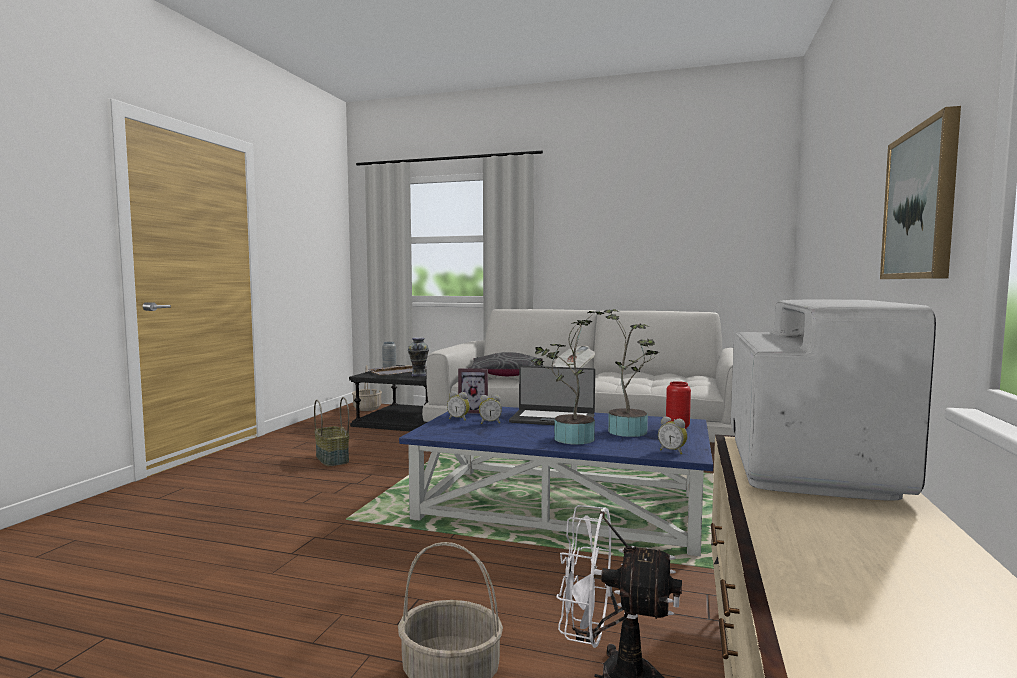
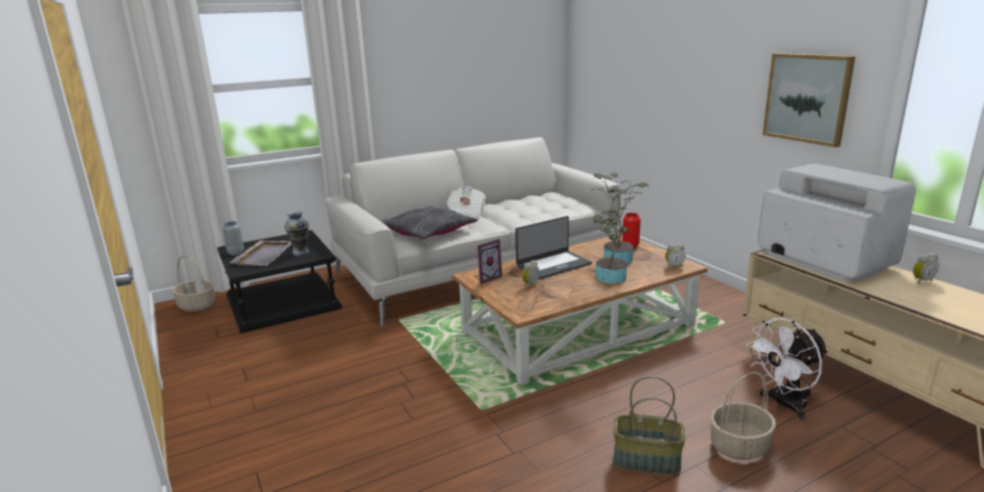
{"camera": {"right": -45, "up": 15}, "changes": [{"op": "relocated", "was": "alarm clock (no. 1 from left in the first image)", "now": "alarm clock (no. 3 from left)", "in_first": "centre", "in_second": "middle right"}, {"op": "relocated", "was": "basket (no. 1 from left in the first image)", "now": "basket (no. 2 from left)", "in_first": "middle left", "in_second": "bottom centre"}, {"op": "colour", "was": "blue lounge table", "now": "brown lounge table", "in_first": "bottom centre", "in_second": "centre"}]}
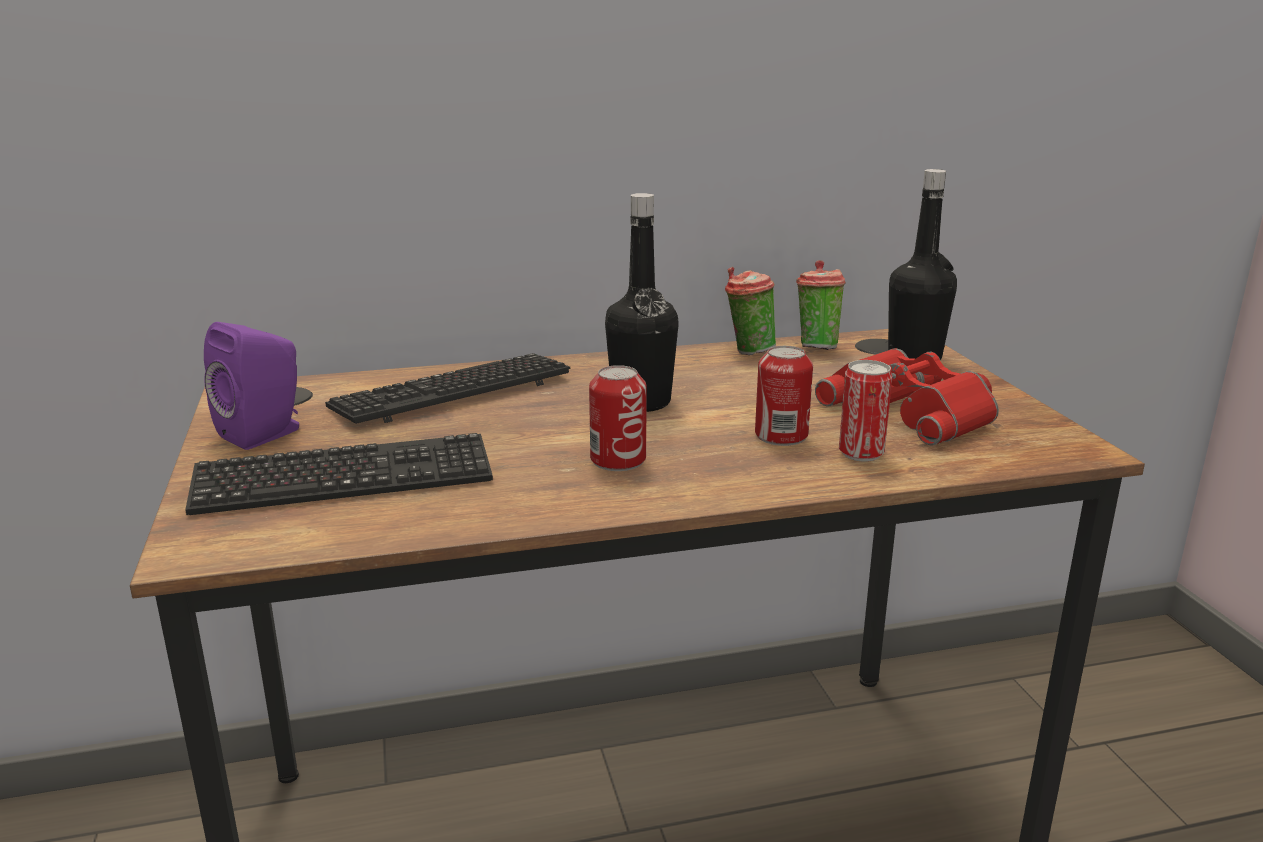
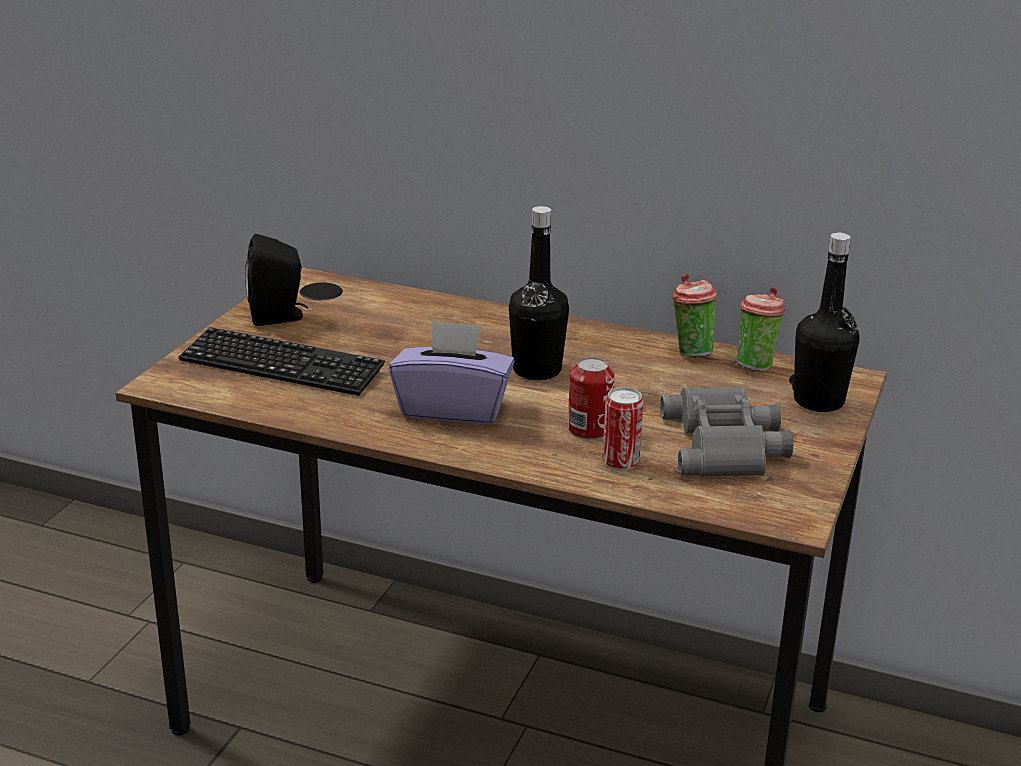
{"camera": {"right": 35, "up": 5}, "changes": [{"op": "colour", "was": "purple-coloured loudspeaker", "now": "blackish loudspeaker", "in_first": "middle left", "in_second": "middle left"}, {"op": "colour", "was": "red-coloured binoculars", "now": "grey binoculars", "in_first": "middle right", "in_second": "middle right"}, {"op": "missing", "was": "keyboard (no. 2 from left)", "in_first": "centre"}, {"op": "exchanged", "was": "sealed can (no. 1 from left)", "now": "purple-coloured tissue holder", "in_first": "centre", "in_second": "centre"}]}
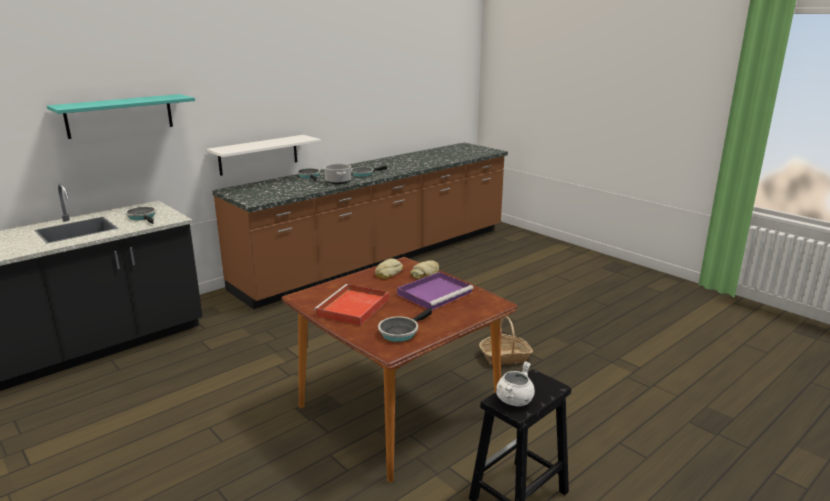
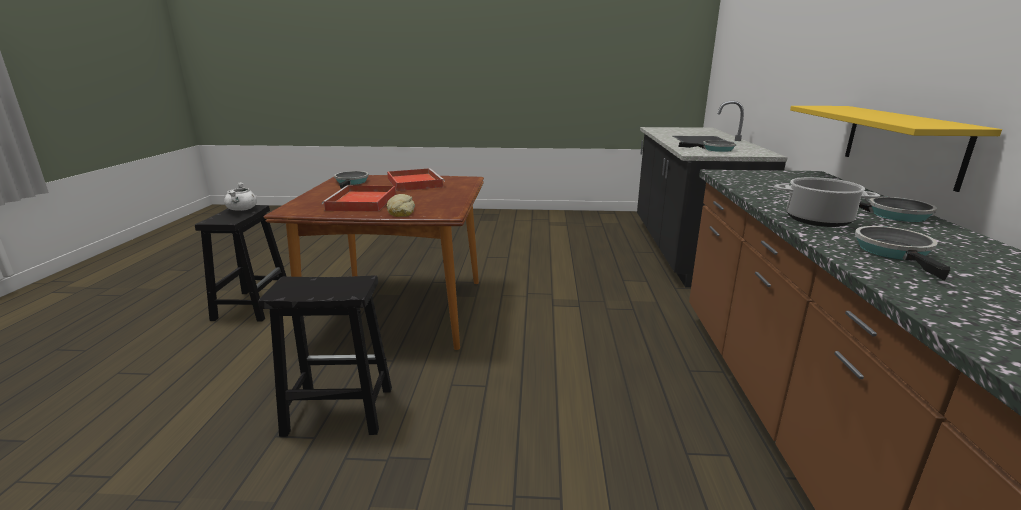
{"camera": {"right": 135, "up": 0}, "changes": [{"op": "missing", "was": "blue-green bracket shelf", "in_first": "top left"}, {"op": "colour", "was": "white bracket shelf", "now": "yellowish bracket shelf", "in_first": "top left", "in_second": "top right"}, {"op": "missing", "was": "bread (no. 1 from left)", "in_first": "centre"}, {"op": "colour", "was": "purple-coloured tray", "now": "red-coloured tray (no. 1 from left)", "in_first": "centre", "in_second": "centre"}, {"op": "exchanged", "was": "basket", "now": "blackish stool (no. 2 from left)", "in_first": "bottom centre", "in_second": "bottom left"}]}
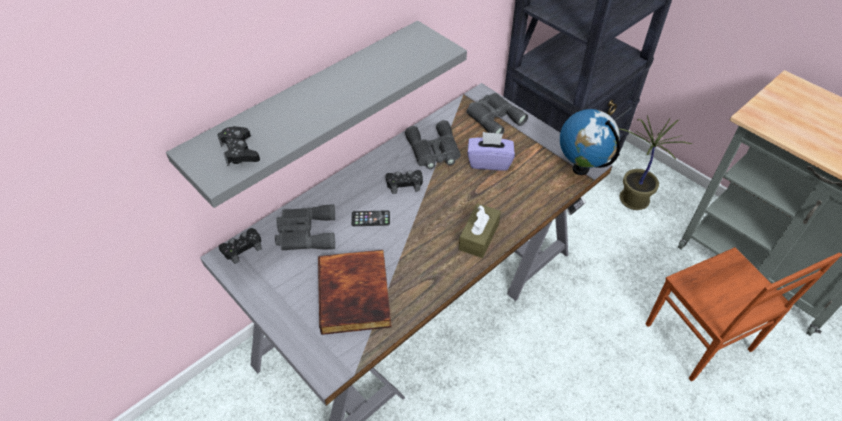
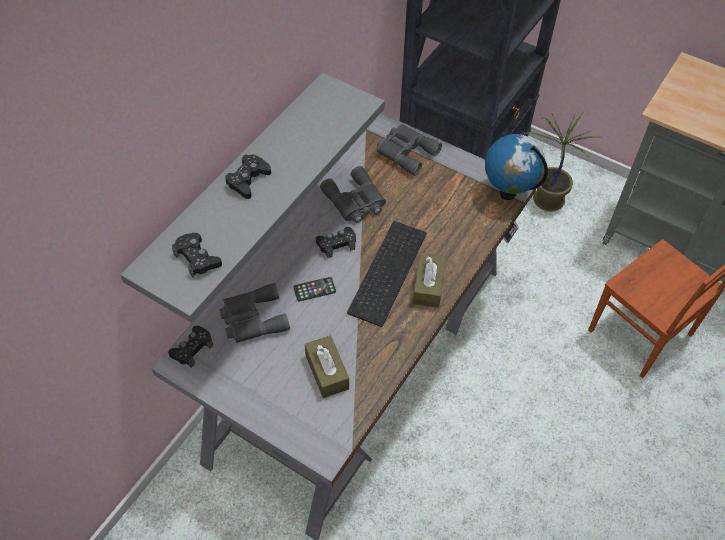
{"camera": {"right": -15, "up": 5}, "changes": [{"op": "missing", "was": "purple-coloured tissue holder", "in_first": "centre"}, {"op": "exchanged", "was": "volume", "now": "brown tissue holder (no. 1 from left)", "in_first": "bottom centre", "in_second": "bottom centre"}, {"op": "appeared", "now": "blackish joypad (no. 3 from left)", "in_second": "top centre"}, {"op": "appeared", "now": "keyboard", "in_second": "centre"}]}
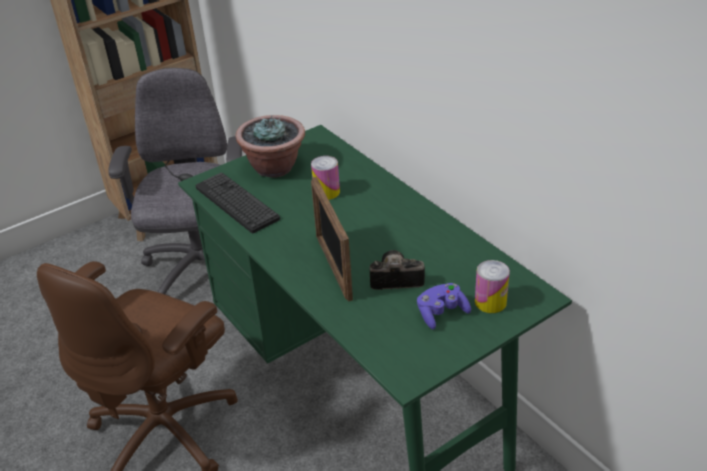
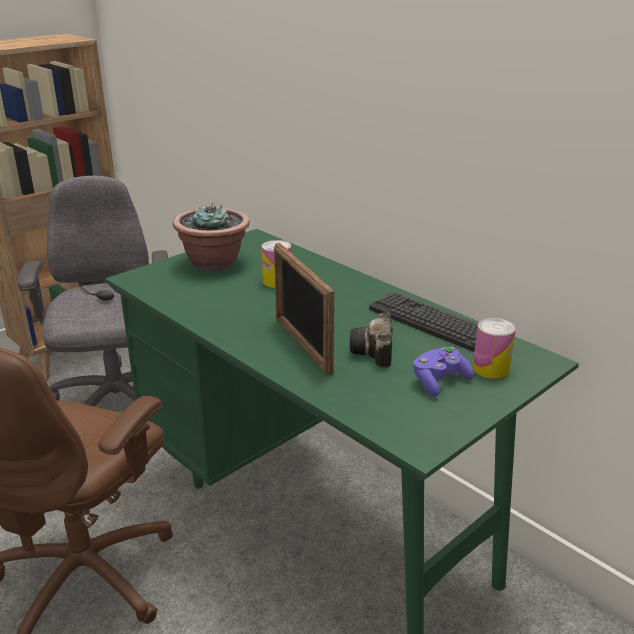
{"camera": {"right": -10, "up": -10}, "changes": [{"op": "relocated", "was": "keyboard", "in_first": "centre", "in_second": "middle right"}, {"op": "spun", "was": "still camera", "in_first": "centre", "in_second": "centre", "clockwise": -75}]}
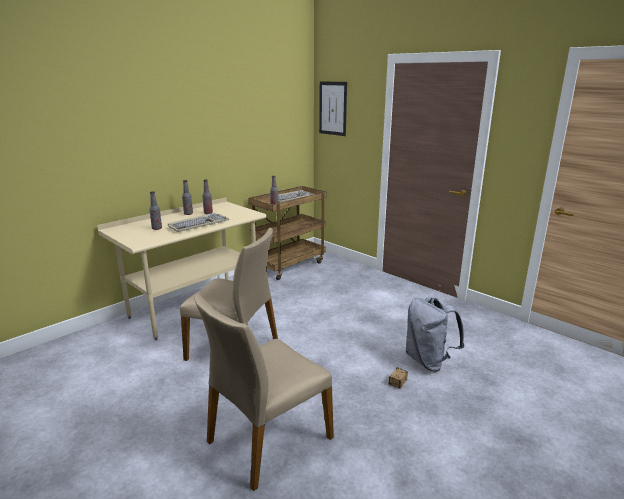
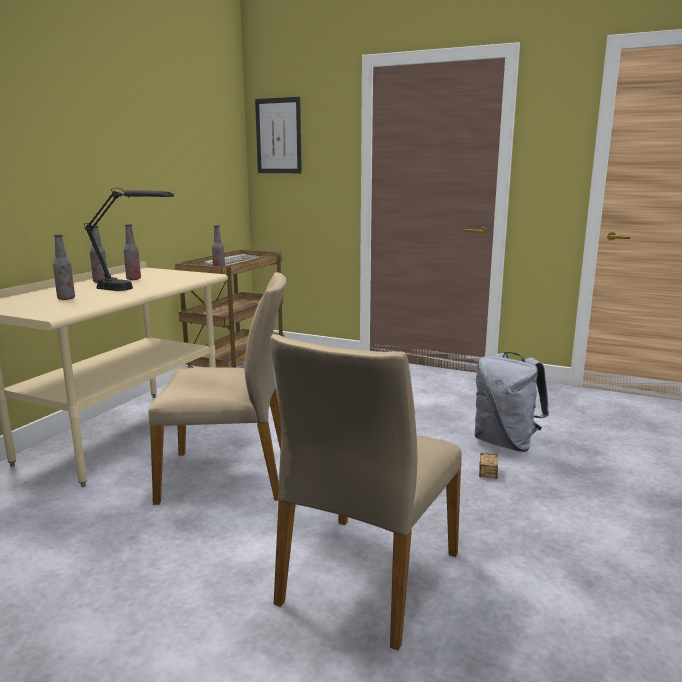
{"camera": {"right": -20, "up": -5}, "changes": [{"op": "exchanged", "was": "keyboard (no. 1 from left)", "now": "blackish tabletop lamp", "in_first": "middle left", "in_second": "middle left"}]}
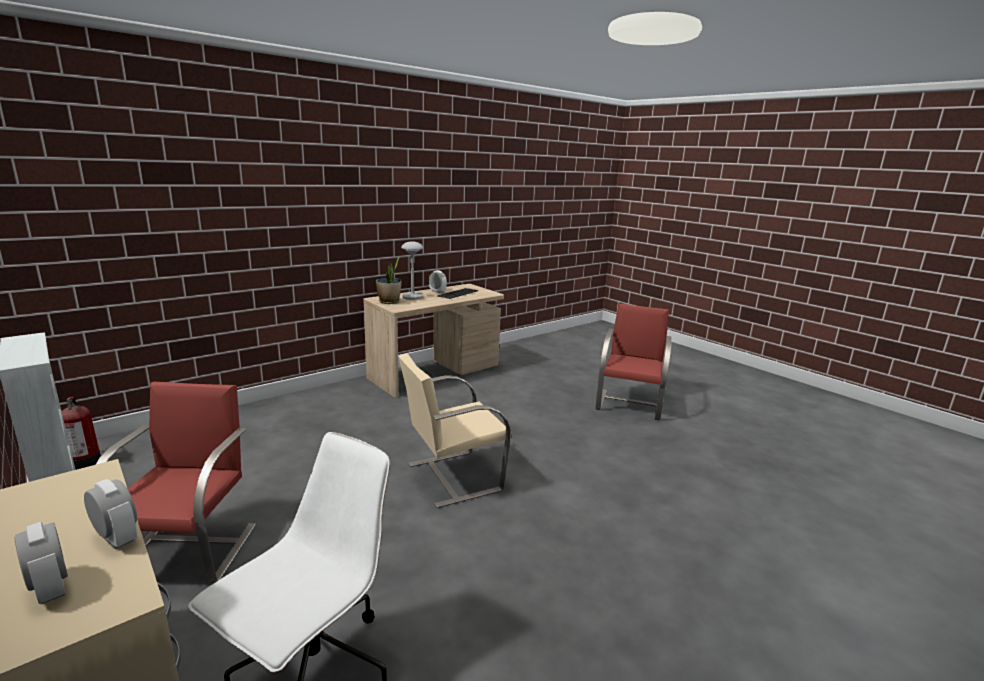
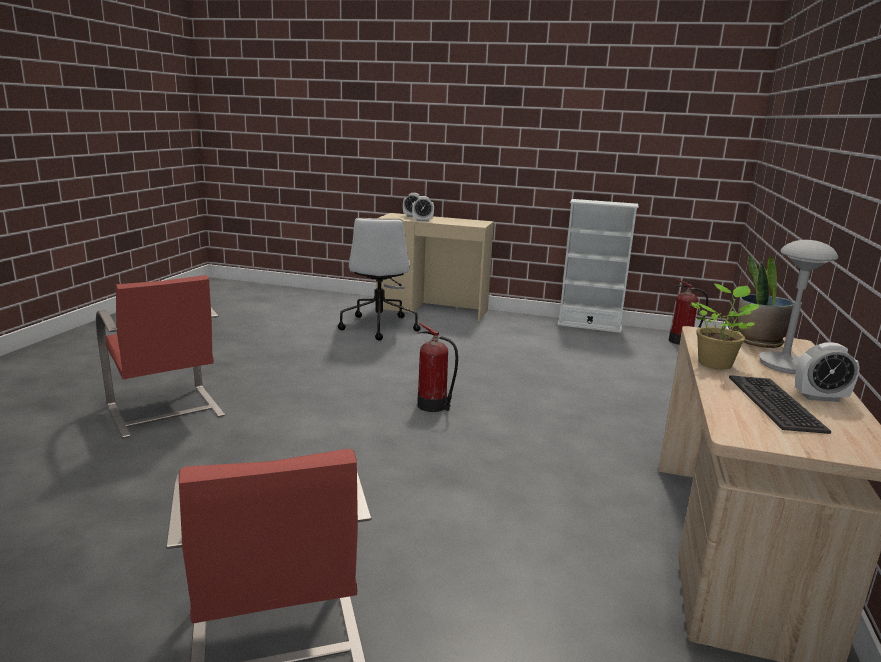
{"camera": {"right": 145, "up": 0}, "changes": [{"op": "exchanged", "was": "beige-coloured chair", "now": "fire extinguisher (no. 1 from left)", "in_first": "centre", "in_second": "centre"}, {"op": "relocated", "was": "red-coloured chair (no. 1 from left)", "in_first": "bottom left", "in_second": "middle left"}, {"op": "appeared", "now": "plant in a pot (no. 1 from left)", "in_second": "middle right"}]}
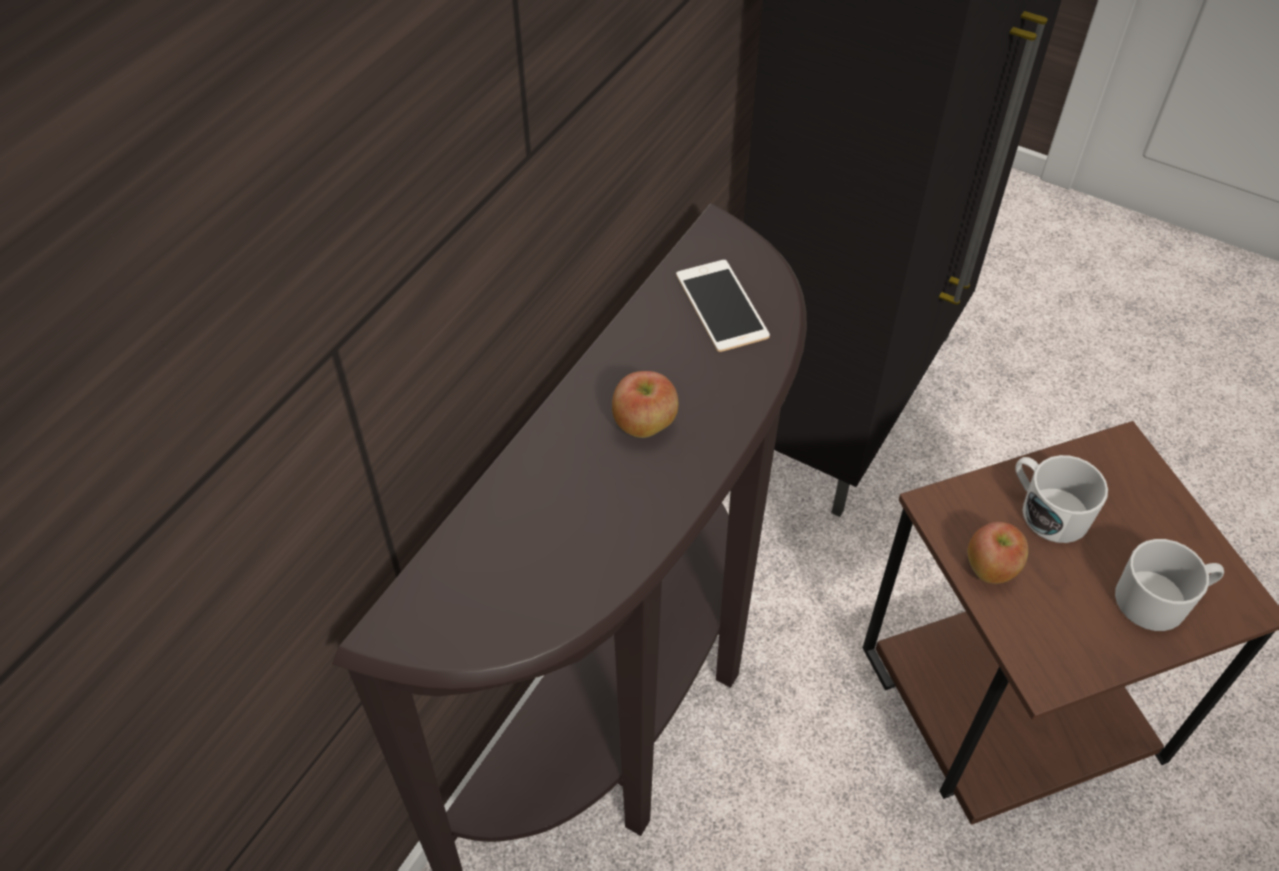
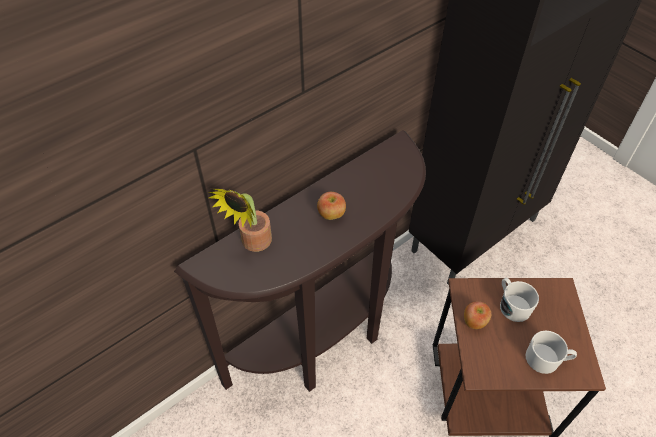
{"camera": {"right": 20, "up": 0}, "changes": [{"op": "missing", "was": "telephone", "in_first": "centre"}, {"op": "appeared", "now": "plant in a pot", "in_second": "centre"}]}
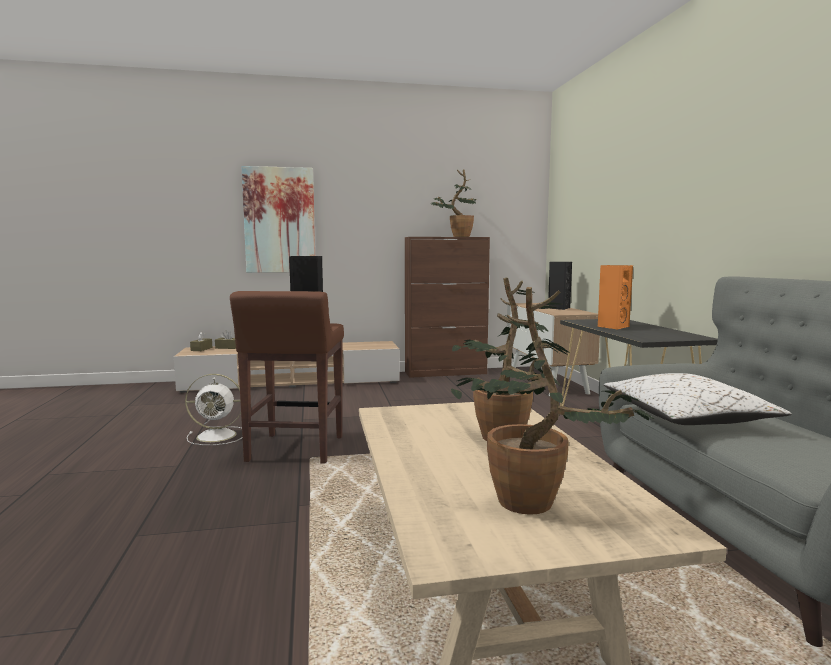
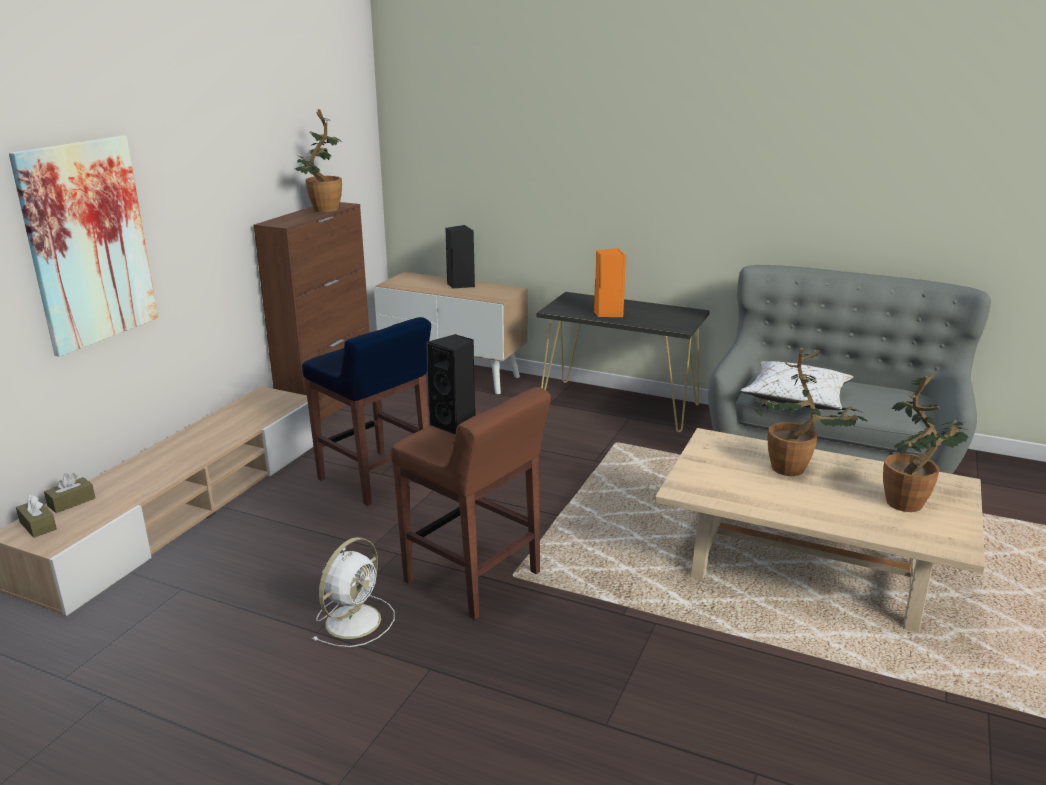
{"camera": {"right": -55, "up": 15}, "changes": [{"op": "appeared", "now": "blue stool", "in_second": "centre"}]}
